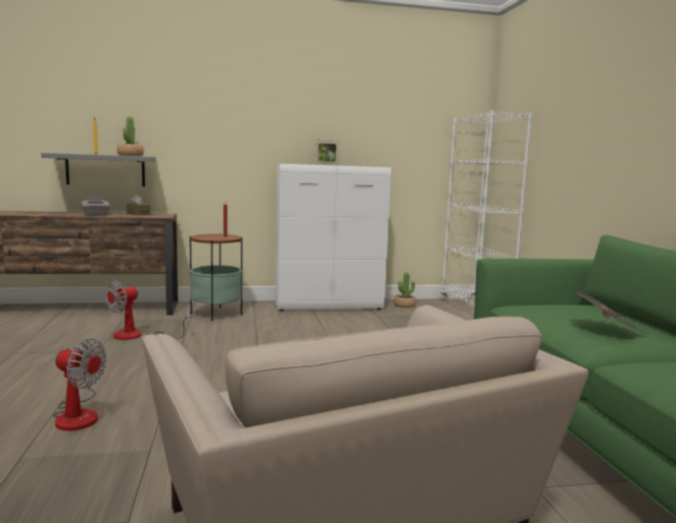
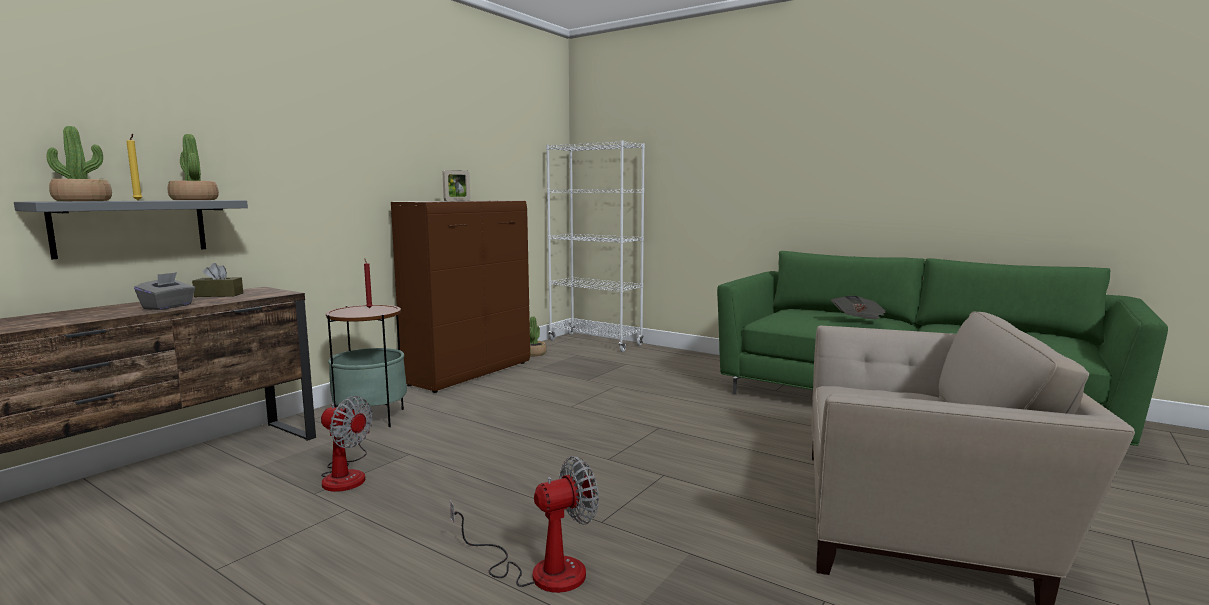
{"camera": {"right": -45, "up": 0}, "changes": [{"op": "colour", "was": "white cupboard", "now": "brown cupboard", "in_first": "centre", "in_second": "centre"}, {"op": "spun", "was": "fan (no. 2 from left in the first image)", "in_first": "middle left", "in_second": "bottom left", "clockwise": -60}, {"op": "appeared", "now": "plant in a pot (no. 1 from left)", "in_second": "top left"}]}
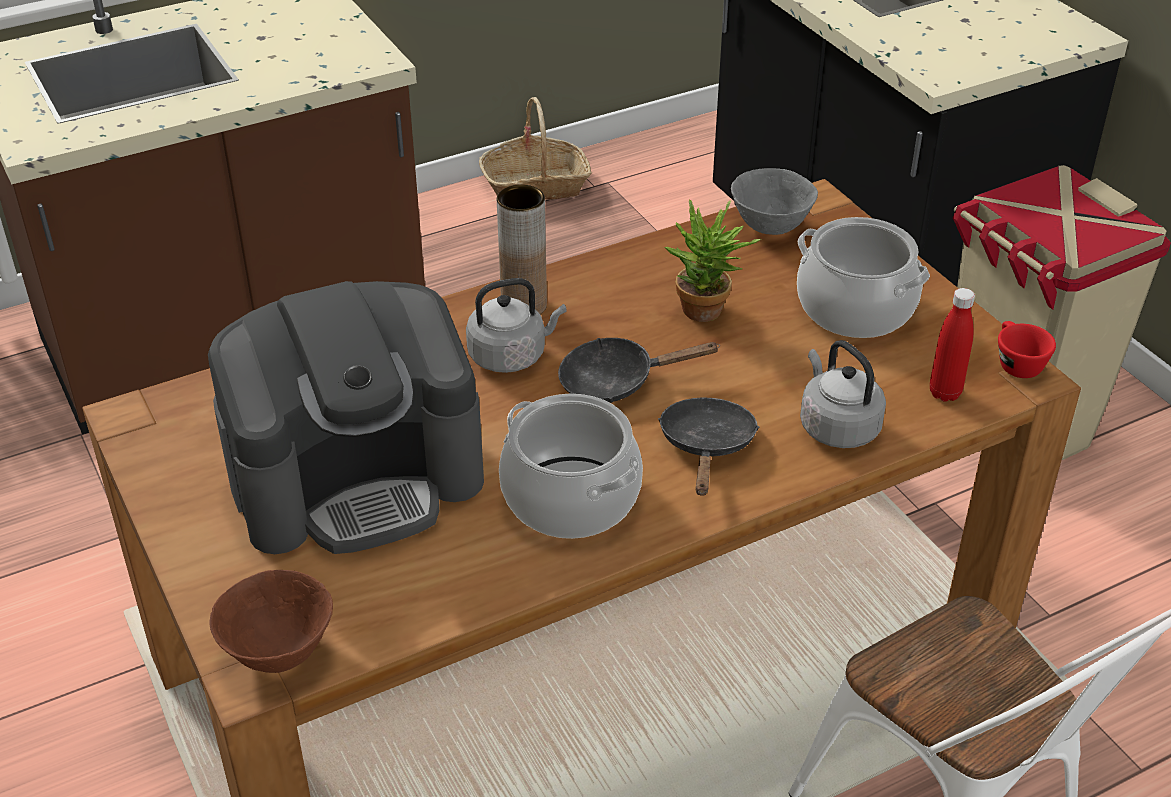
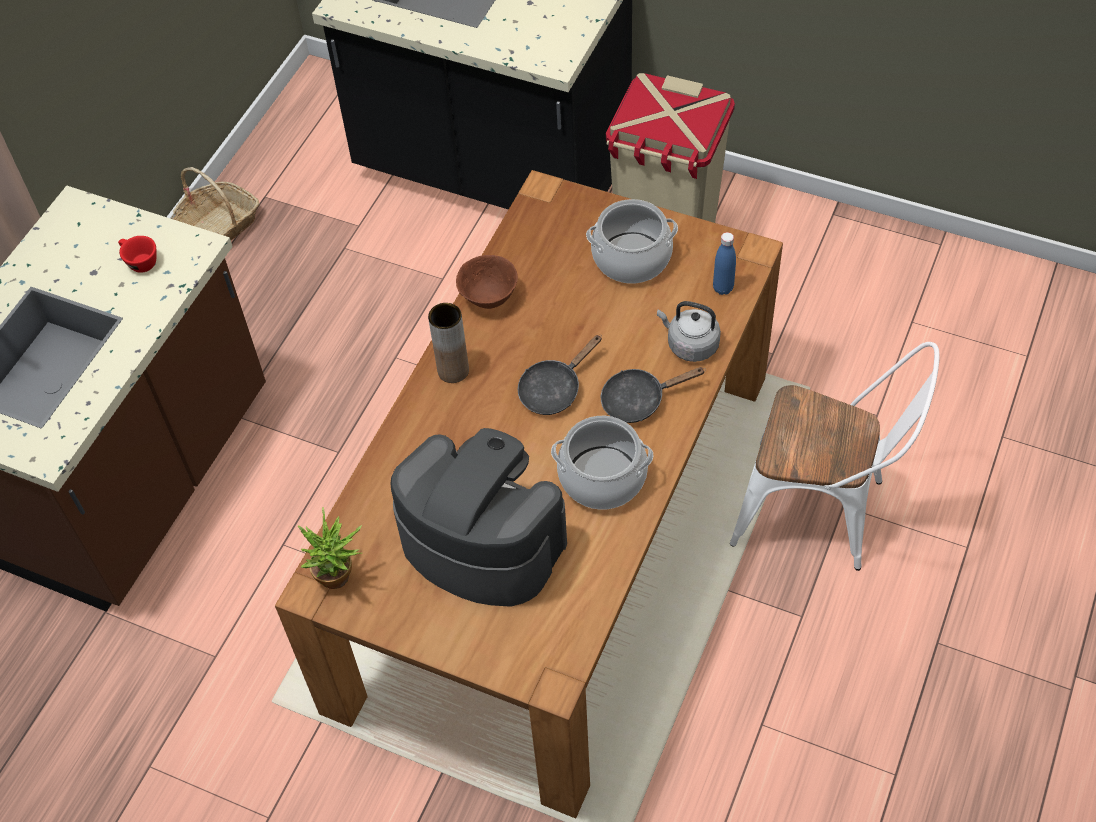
{"camera": {"right": -35, "up": 15}, "changes": [{"op": "missing", "was": "grey serving bowl", "in_first": "top centre"}, {"op": "relocated", "was": "plant in a pot", "in_first": "top centre", "in_second": "bottom left"}, {"op": "missing", "was": "grey kettle (no. 1 from left)", "in_first": "centre"}, {"op": "spun", "was": "coffee machine", "in_first": "middle left", "in_second": "centre", "clockwise": -90}, {"op": "colour", "was": "red-coloured beverage bottle", "now": "blue beverage bottle", "in_first": "middle right", "in_second": "top centre"}, {"op": "relocated", "was": "red-coloured cup", "in_first": "middle right", "in_second": "top left"}, {"op": "spun", "was": "blackish pan (no. 2 from left)", "in_first": "centre", "in_second": "centre", "clockwise": -75}, {"op": "relocated", "was": "brown serving bowl", "in_first": "bottom left", "in_second": "centre"}]}
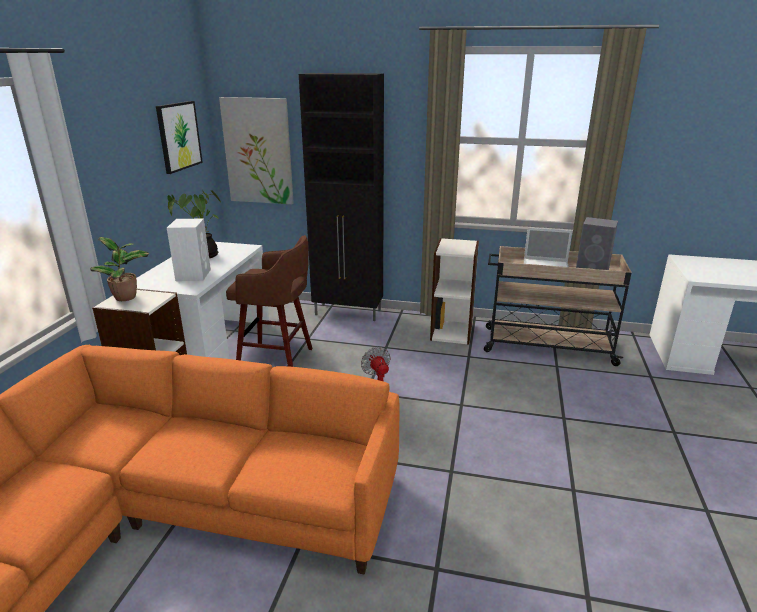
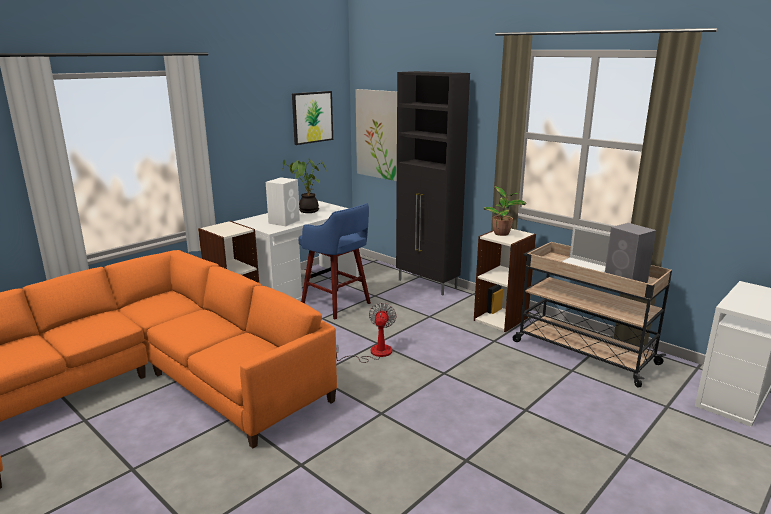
{"camera": {"right": 30, "up": -5}, "changes": [{"op": "colour", "was": "brown stool", "now": "blue stool", "in_first": "centre", "in_second": "centre"}, {"op": "relocated", "was": "plant in a pot (no. 1 from left in the first image)", "now": "plant in a pot (no. 2 from left)", "in_first": "middle left", "in_second": "centre"}]}
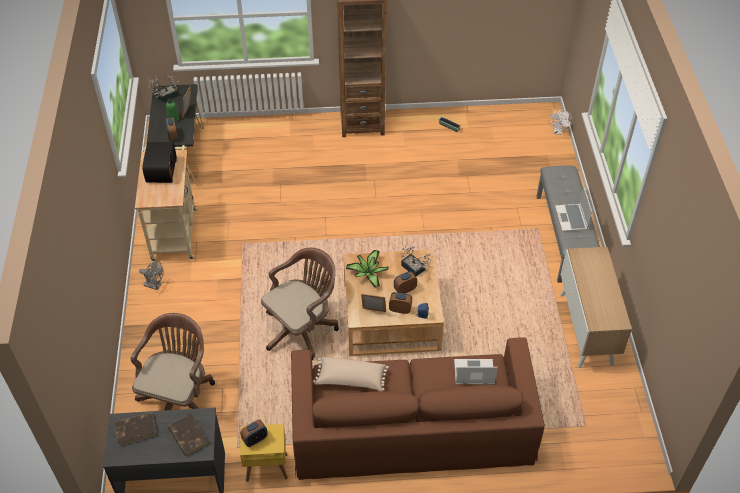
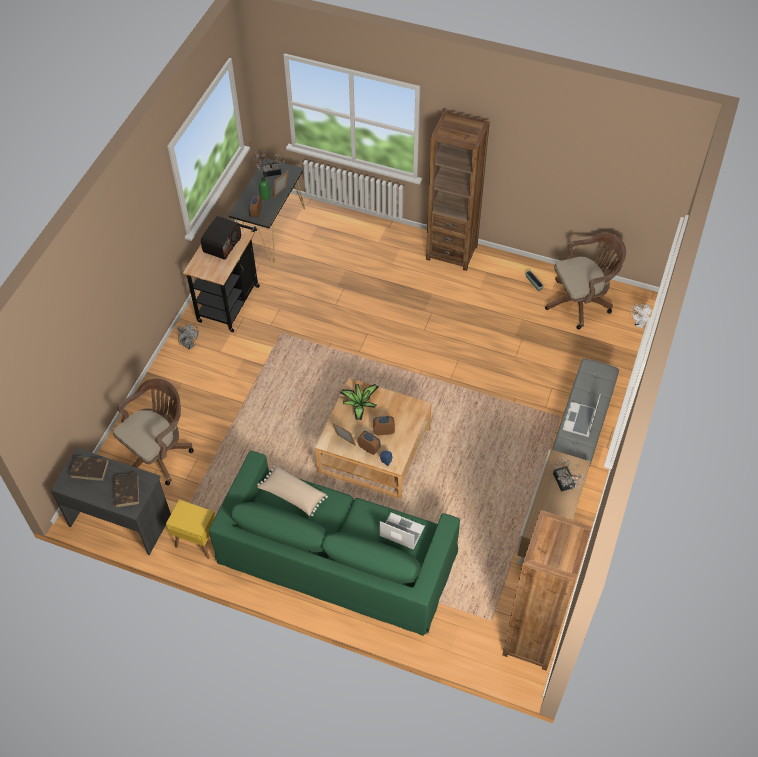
{"camera": {"right": 25, "up": 5}, "changes": [{"op": "colour", "was": "beige-coloured trolley", "now": "blackish trolley", "in_first": "middle left", "in_second": "middle left"}, {"op": "relocated", "was": "plant in a pot (no. 3 from left)", "in_first": "centre", "in_second": "middle right"}, {"op": "relocated", "was": "brown computer chair (no. 2 from left)", "in_first": "centre", "in_second": "middle right"}, {"op": "colour", "was": "brown settee", "now": "greenish settee", "in_first": "bottom centre", "in_second": "bottom centre"}, {"op": "missing", "was": "alarm clock (no. 2 from left)", "in_first": "bottom centre"}, {"op": "appeared", "now": "brown bookcase (no. 2 from left)", "in_second": "bottom right"}]}
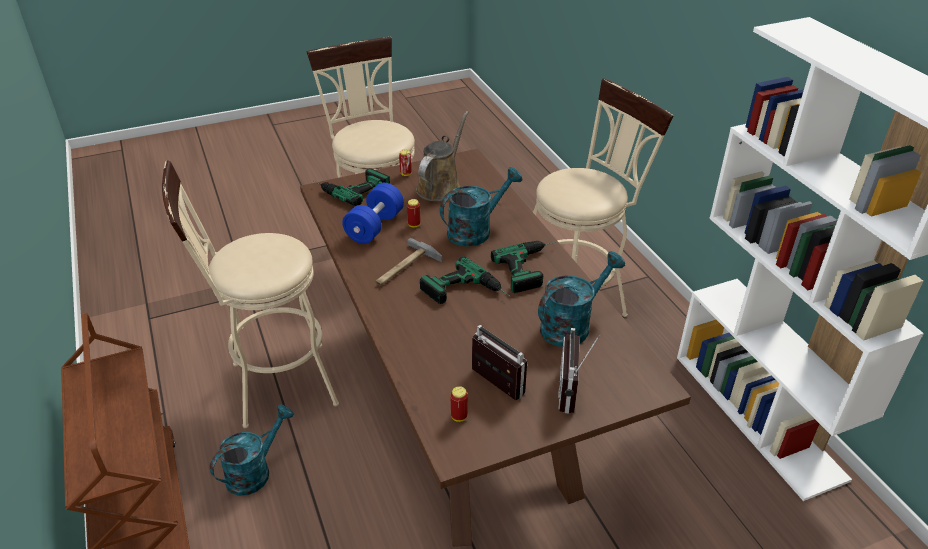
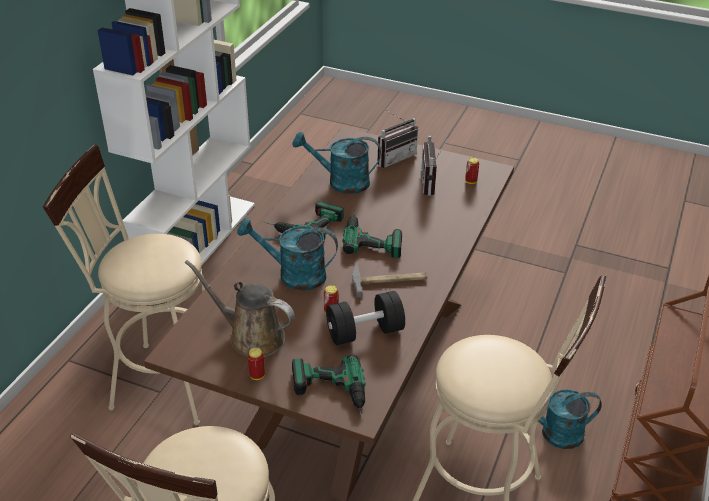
{"camera": {"right": -135, "up": 0}, "changes": [{"op": "spun", "was": "brown watering pot", "in_first": "top centre", "in_second": "centre", "clockwise": 45}, {"op": "colour", "was": "blue hand weight", "now": "blackish hand weight", "in_first": "centre", "in_second": "centre"}]}
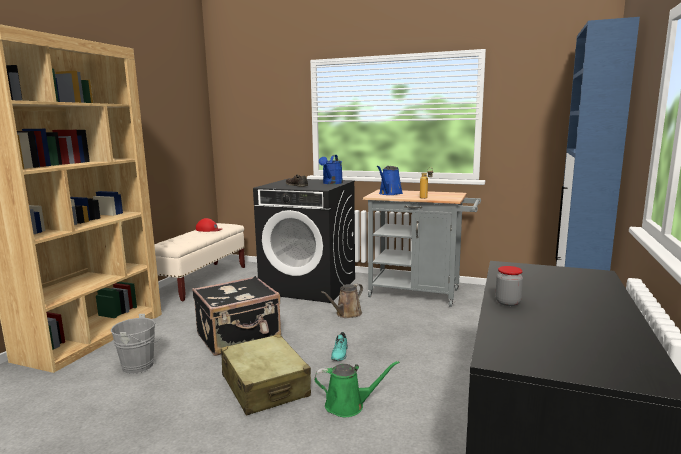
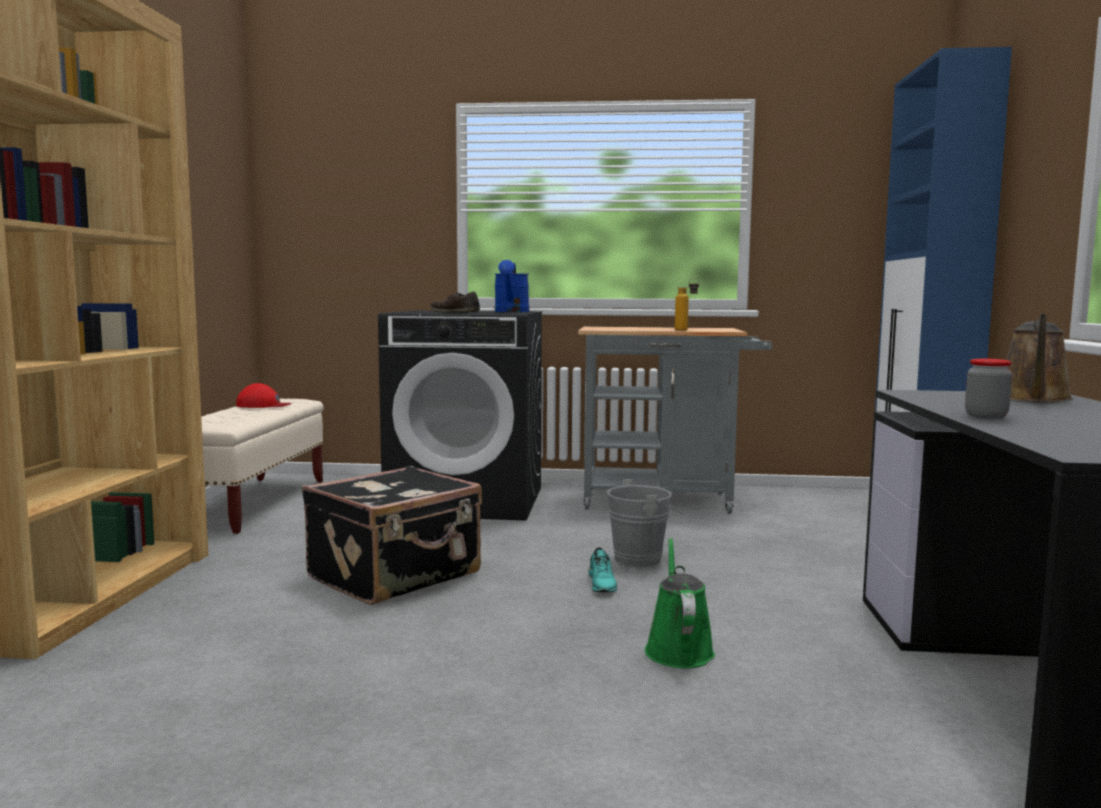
{"camera": {"right": -15, "up": -5}, "changes": [{"op": "missing", "was": "blue watering pot (no. 2 from left)", "in_first": "centre"}, {"op": "relocated", "was": "brown watering pot", "in_first": "centre", "in_second": "middle right"}, {"op": "relocated", "was": "grey water bucket", "in_first": "bottom left", "in_second": "centre"}, {"op": "missing", "was": "beige-coloured piece of luggage", "in_first": "bottom centre"}, {"op": "spun", "was": "greenish watering pot", "in_first": "bottom centre", "in_second": "bottom centre", "clockwise": -75}]}
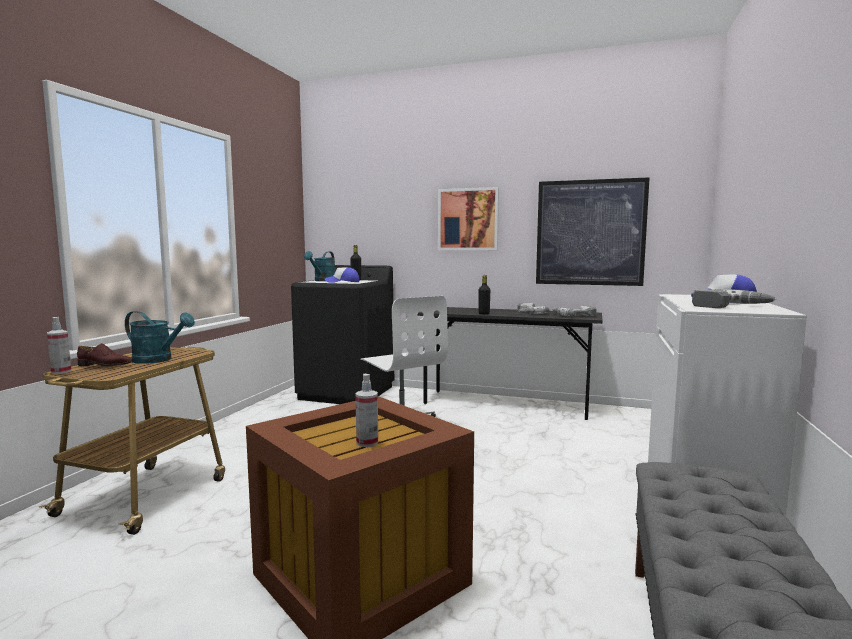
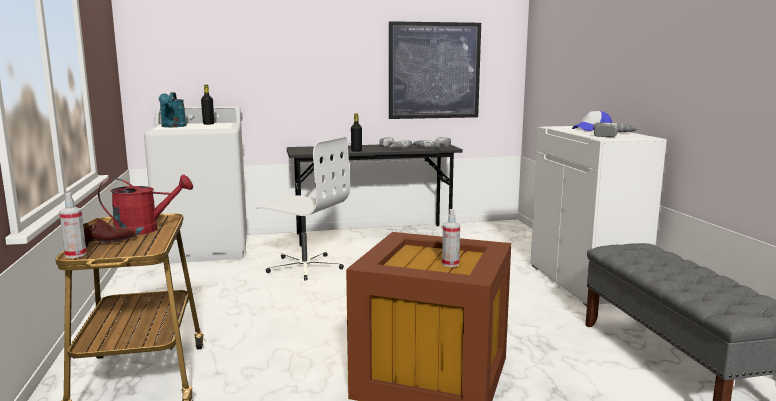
{"camera": {"right": -30, "up": 5}, "changes": [{"op": "missing", "was": "picture (no. 1 from left)", "in_first": "centre"}, {"op": "colour", "was": "blackish laundry machine", "now": "white laundry machine", "in_first": "centre", "in_second": "middle left"}, {"op": "missing", "was": "cap (no. 1 from left)", "in_first": "centre"}, {"op": "colour", "was": "blue-green watering pot (no. 1 from left)", "now": "red-coloured watering pot", "in_first": "middle left", "in_second": "middle left"}]}
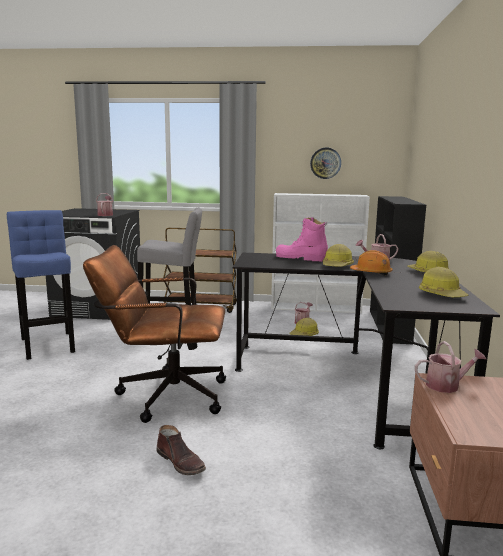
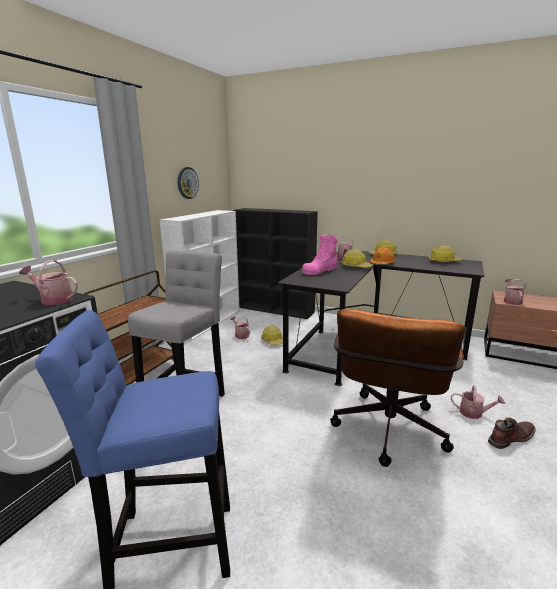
{"camera": {"right": -70, "up": 5}, "changes": [{"op": "appeared", "now": "watering pot (no. 4 from left)", "in_second": "bottom right"}]}
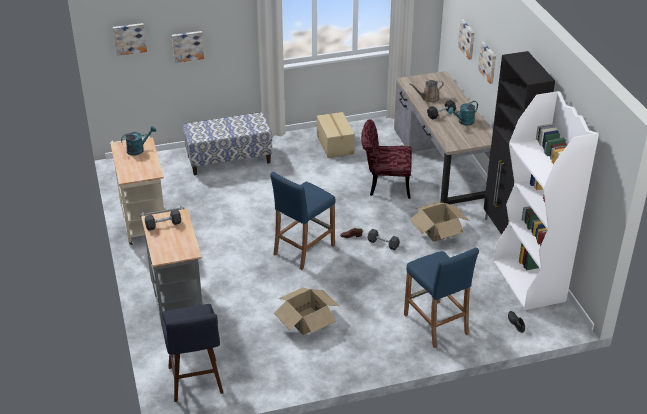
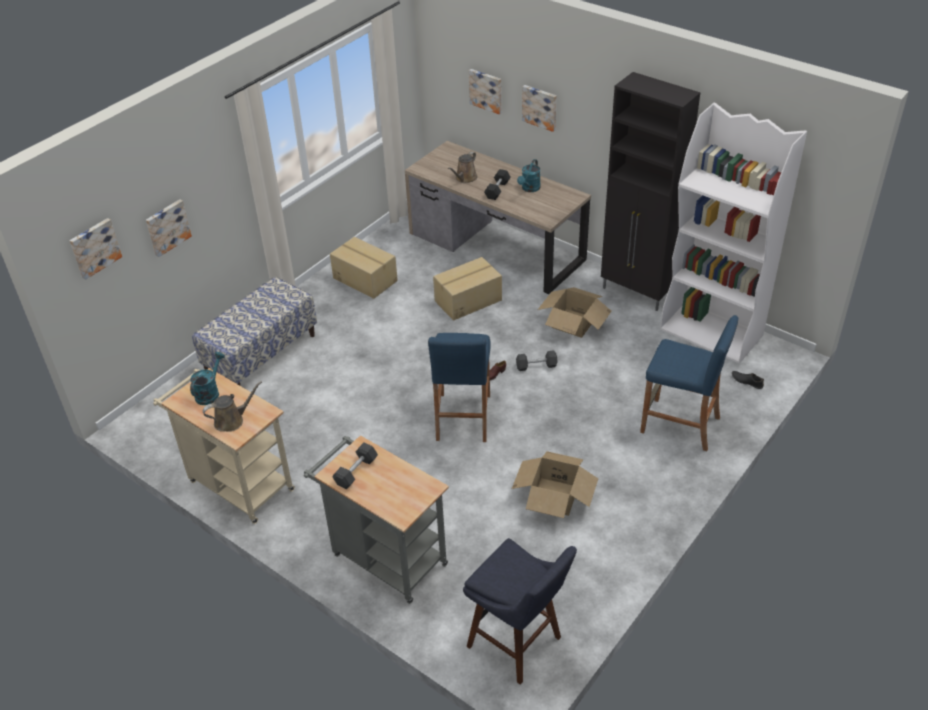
{"camera": {"right": -35, "up": 5}, "changes": [{"op": "exchanged", "was": "red-coloured chair", "now": "packing box (no. 2 from left)", "in_first": "centre", "in_second": "centre"}, {"op": "appeared", "now": "brown watering pot (no. 1 from left)", "in_second": "middle left"}]}
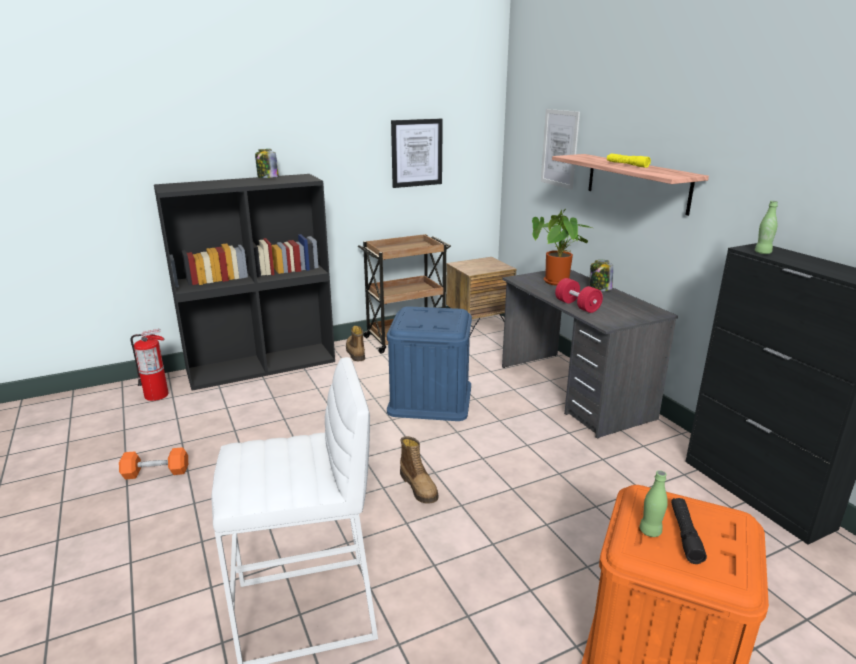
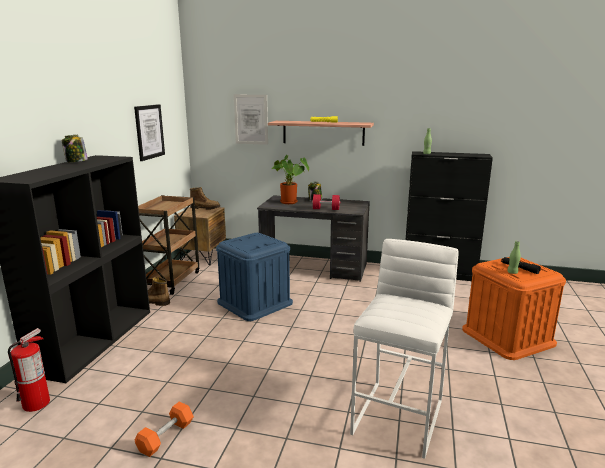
{"camera": {"right": -50, "up": -5}, "changes": [{"op": "relocated", "was": "boot (no. 2 from left)", "in_first": "bottom centre", "in_second": "centre"}]}
